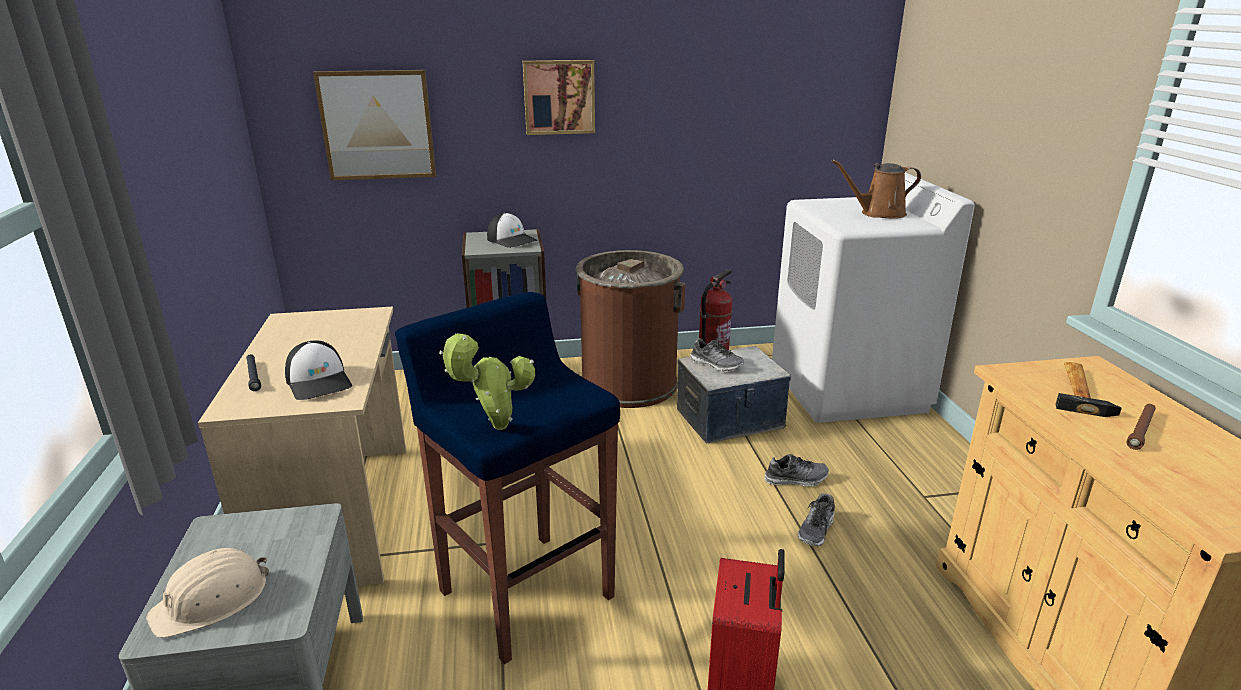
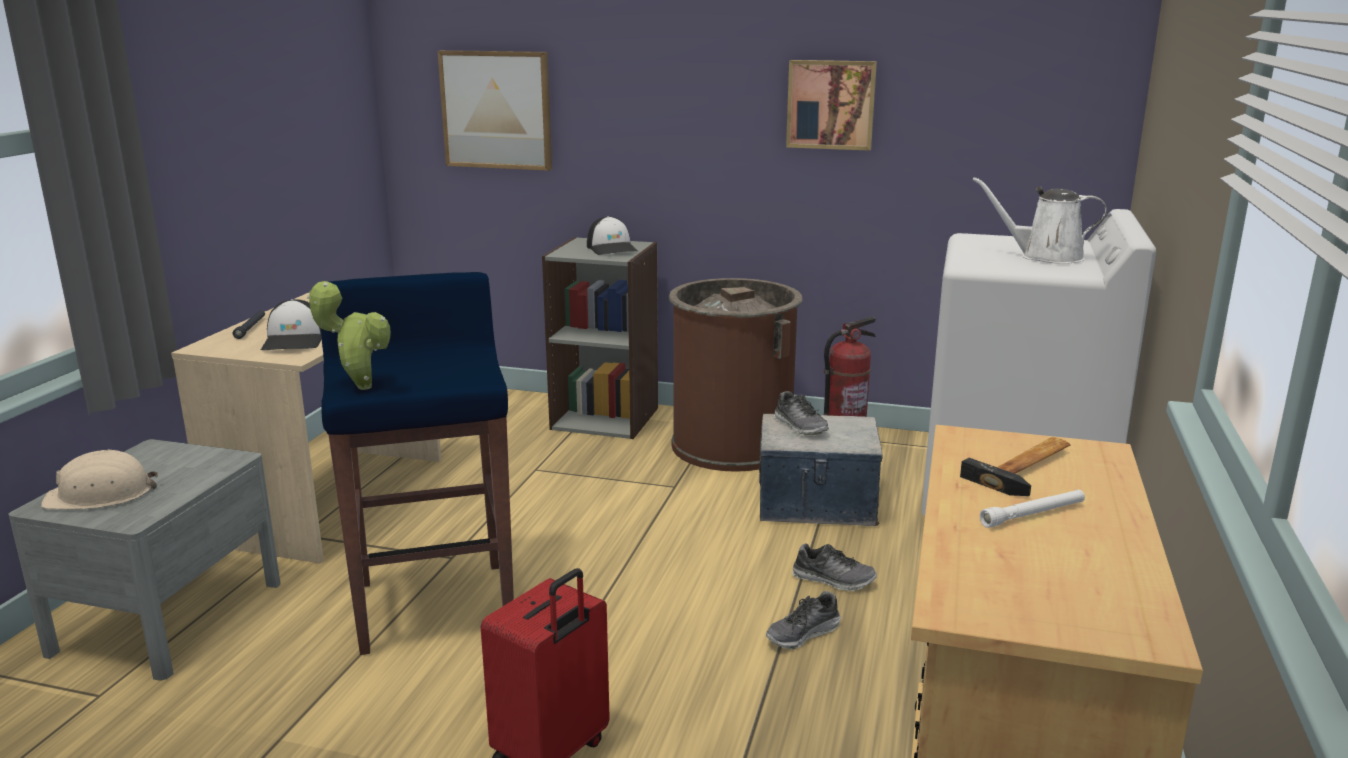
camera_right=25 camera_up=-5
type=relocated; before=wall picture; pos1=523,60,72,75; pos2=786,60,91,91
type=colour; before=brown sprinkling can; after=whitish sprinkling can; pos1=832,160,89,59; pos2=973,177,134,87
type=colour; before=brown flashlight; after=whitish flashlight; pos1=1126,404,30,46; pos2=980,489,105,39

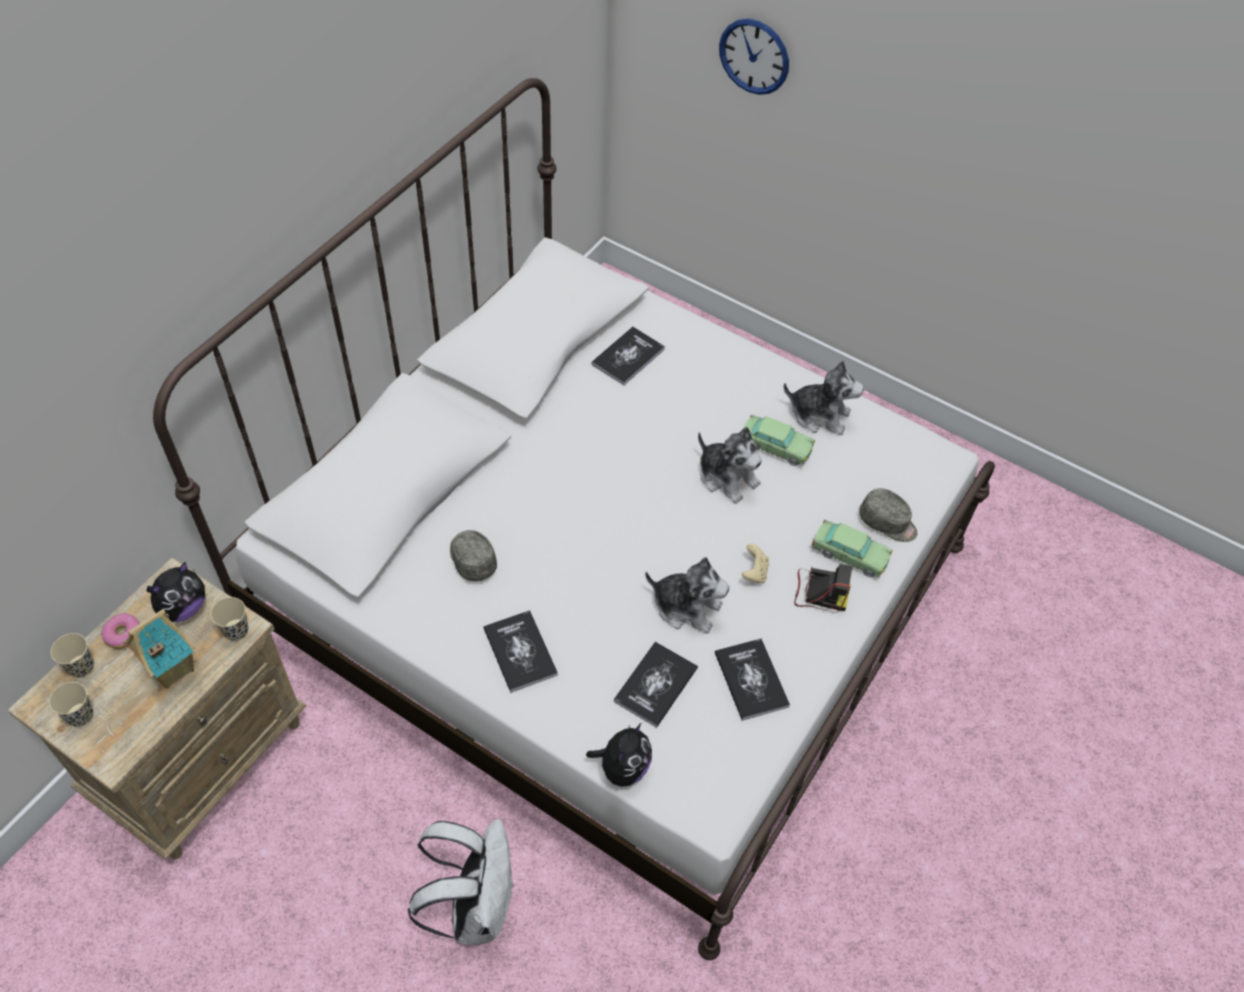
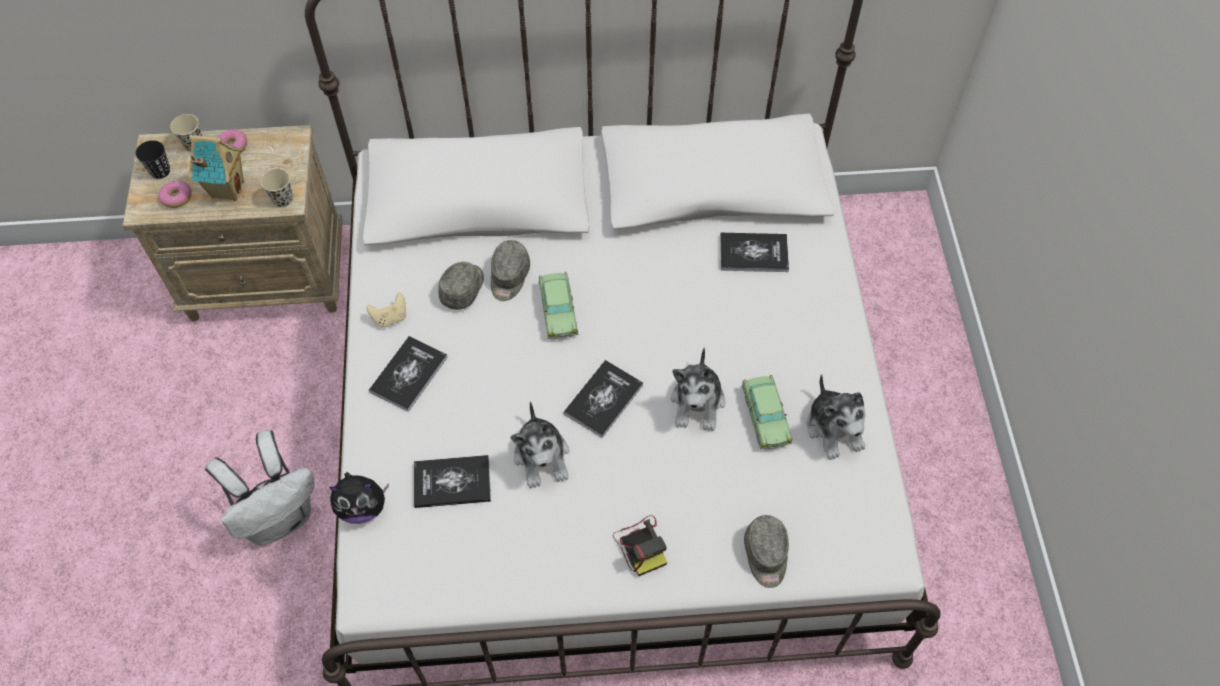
camera_right=55 camera_up=5
type=missing; before=clock on the wall; pos1=719,19,70,76
type=relocated; before=miniature car; pos1=812,520,81,58; pos2=539,272,40,67
type=relocated; before=beige gamepad; pos1=742,544,27,40; pos2=366,293,40,35
type=missing; before=soft toy; pos1=146,562,59,60
type=relocated; before=volume; pos1=715,638,75,83; pos2=564,360,79,78
type=colour; before=beige drinking cup; after=blackish drinking cup; pos1=49,682,45,45; pos2=136,140,34,39
type=appeared; after=donut; pos2=159,180,33,28
type=appeared; after=greyish cap; pos2=491,240,39,61

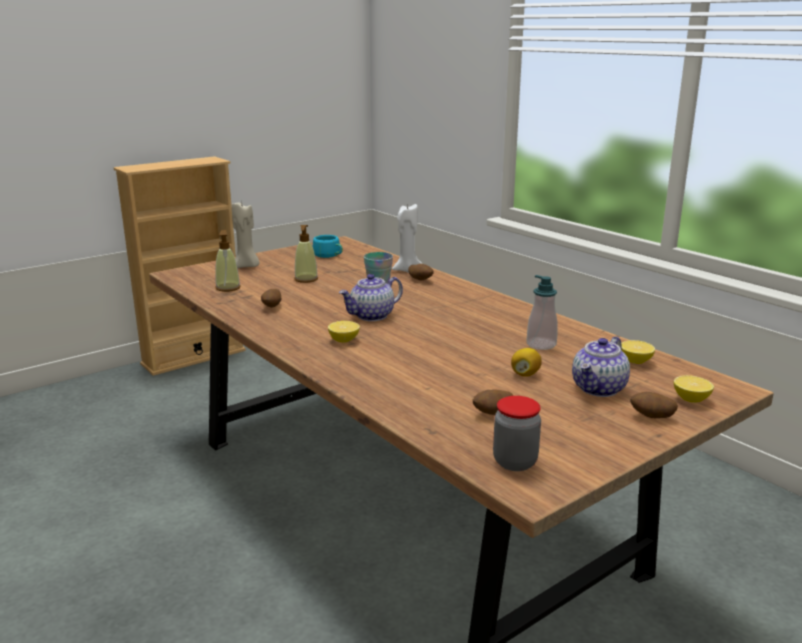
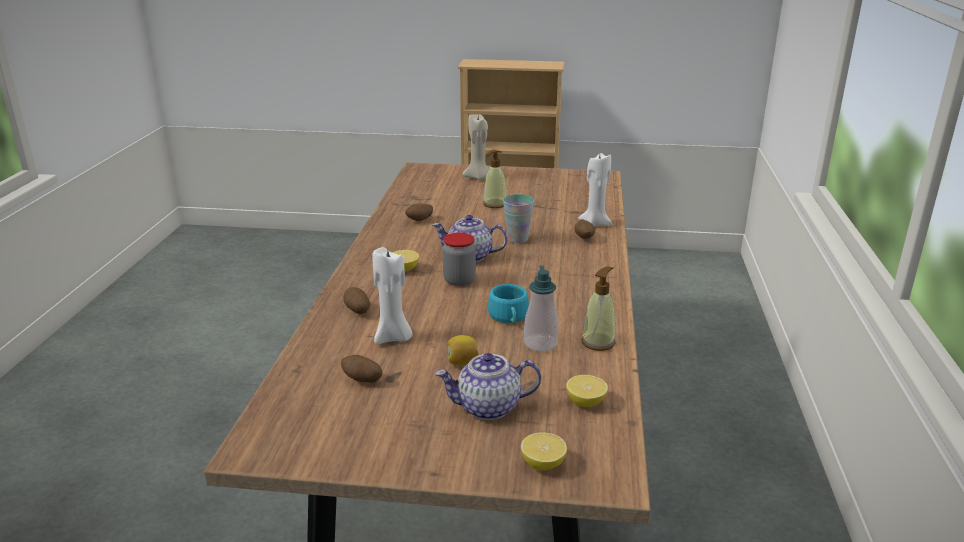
camera_right=45 camera_up=5
type=relocated; before=liquid soap bottle; pos1=215,230,26,62; pos2=581,266,35,85
type=relocated; before=turquoise-coloured drinking cup; pos1=313,235,30,23; pos2=488,284,41,39
type=relocated; before=whole potato; pos1=630,392,48,26; pos2=343,287,27,27
type=relocated; before=storage jar; pos1=493,396,48,75; pos2=443,232,33,54
type=appeared; after=whitish candle; pos2=373,247,39,97

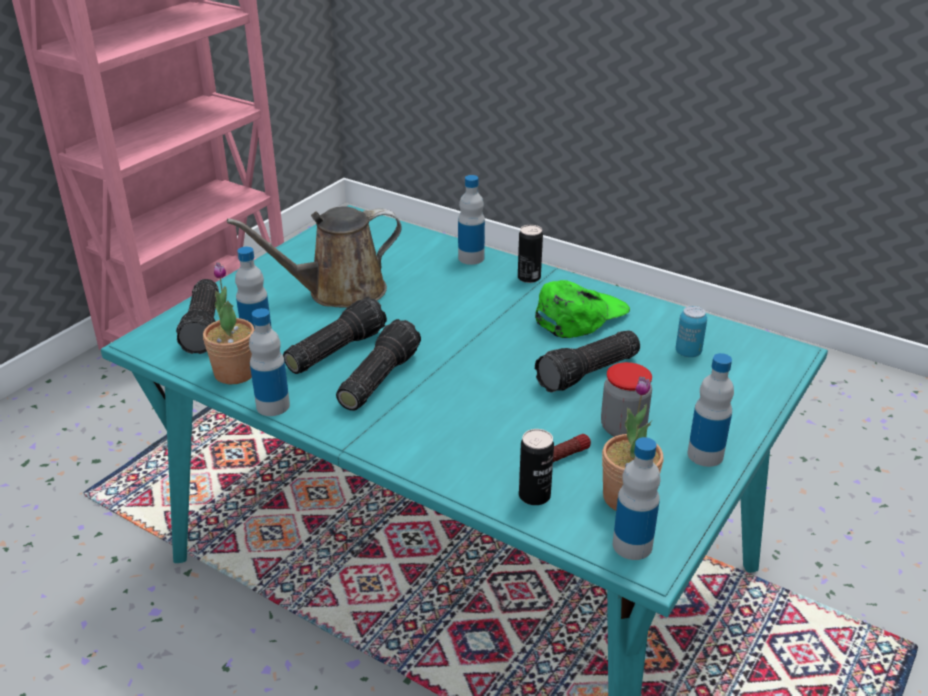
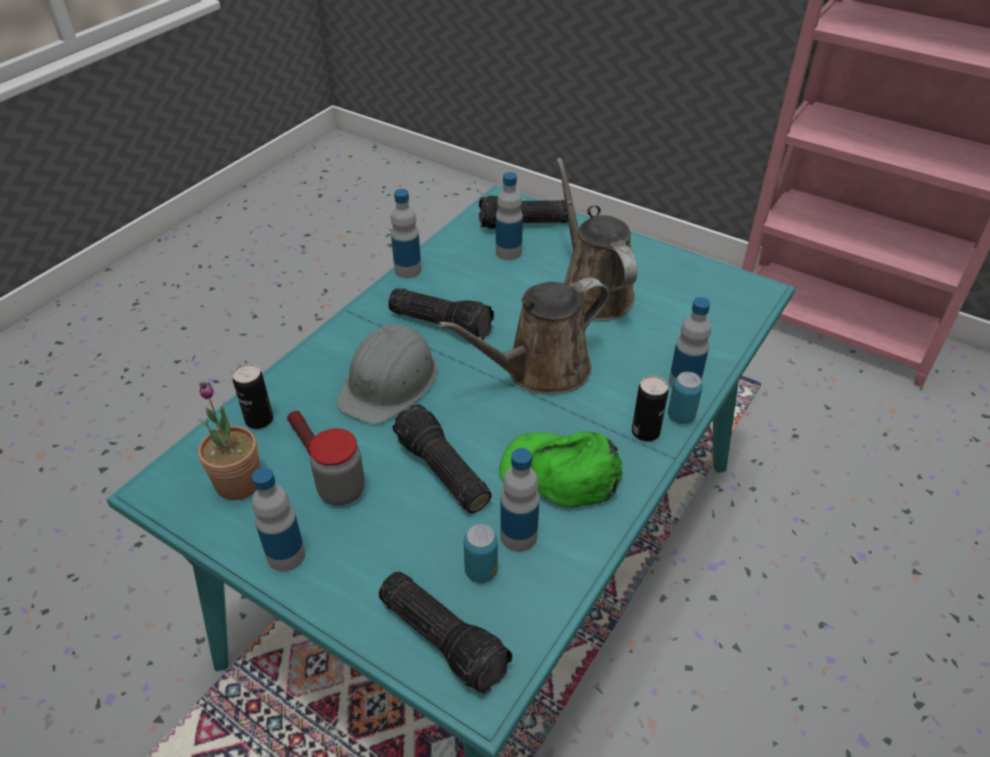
camera_right=90 camera_up=10
type=missing; before=houseplant; pos1=203,262,52,122
type=spun; before=green-coloured cap; pos1=535,280,95,58; pos2=499,431,124,76; turn=150
type=relocated; before=flashlight; pos1=283,297,104,77; pos2=379,572,134,122
type=relocated; before=drink bottle; pos1=613,437,47,123; pos2=500,448,40,104
type=appeared; after=brown sprinkling can; pos2=438,278,171,116
type=appeared; after=greyish hard hat; pos2=336,325,101,99
type=appeared; after=sealed can; pos2=668,372,35,52

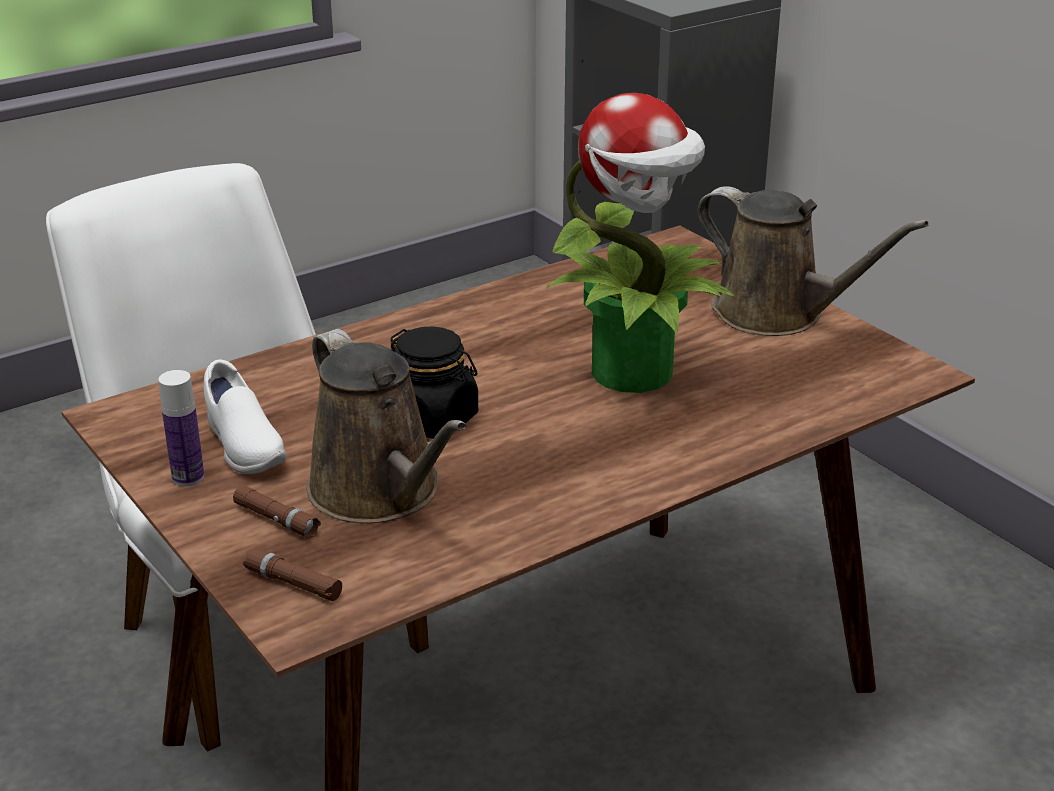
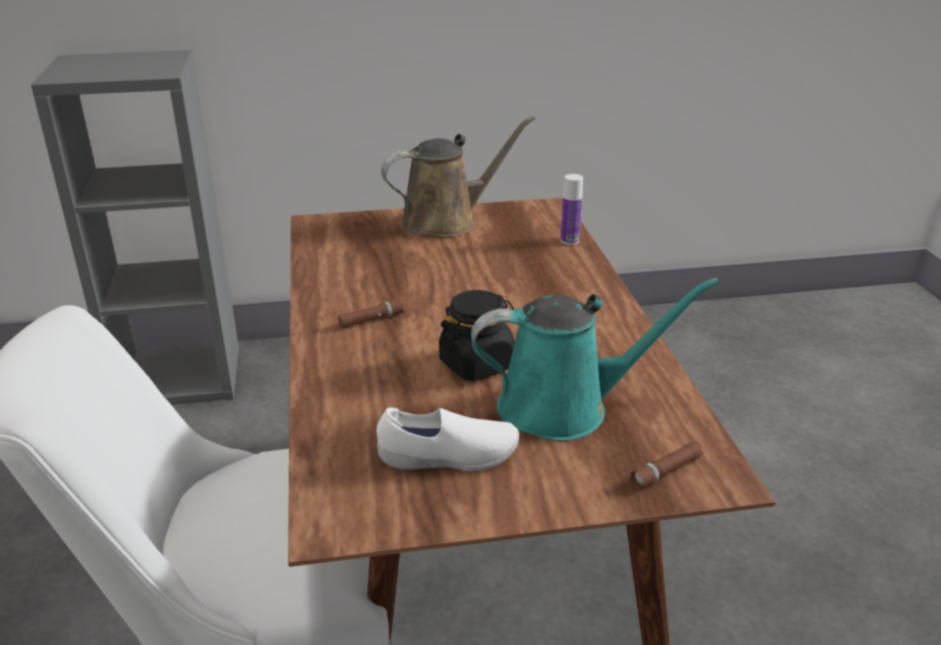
camera_right=-65 camera_up=0
type=missing; before=houseplant; pos1=546,93,188,300
type=colour; before=brown sprinkling can; after=turquoise-coloured sprinkling can; pos1=307,329,160,195; pos2=471,278,248,163
type=relocated; before=drink bottle; pos1=158,370,46,116; pos2=561,174,22,71
type=relocated; before=brown flashlight; pos1=233,485,88,54; pos2=337,299,67,29

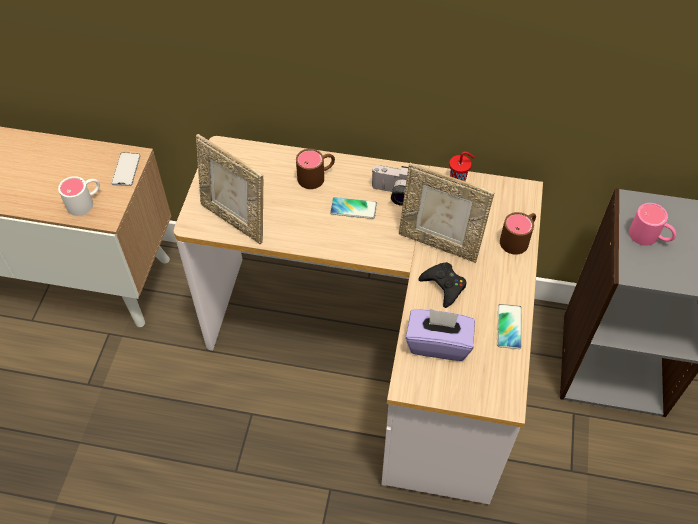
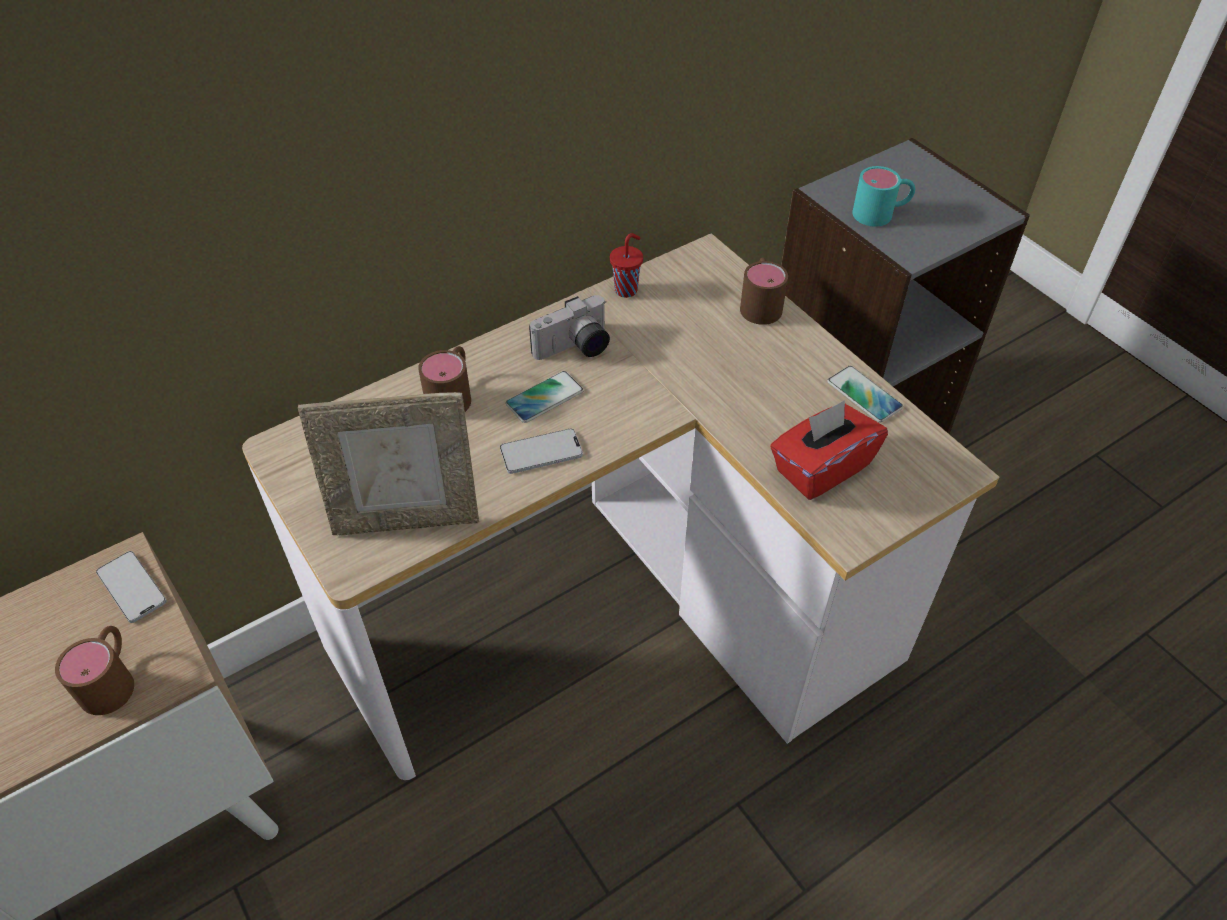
camera_right=-45 camera_up=-5
type=missing; before=standing frame; pos1=399,163,95,100
type=colour; before=whitish mug; after=brown mug; pos1=58,176,42,40; pos2=55,626,79,89
type=colour; before=pinkish mug; after=turquoise-coloured mug; pos1=629,203,47,43; pos2=852,166,63,61
type=missing; before=blackish gamepad; pos1=418,262,49,46
type=colour; before=purple tissue box; after=red-coloured tissue box; pos1=406,309,69,52; pos2=770,400,118,100
type=appeared; after=phone; pos2=500,428,83,46

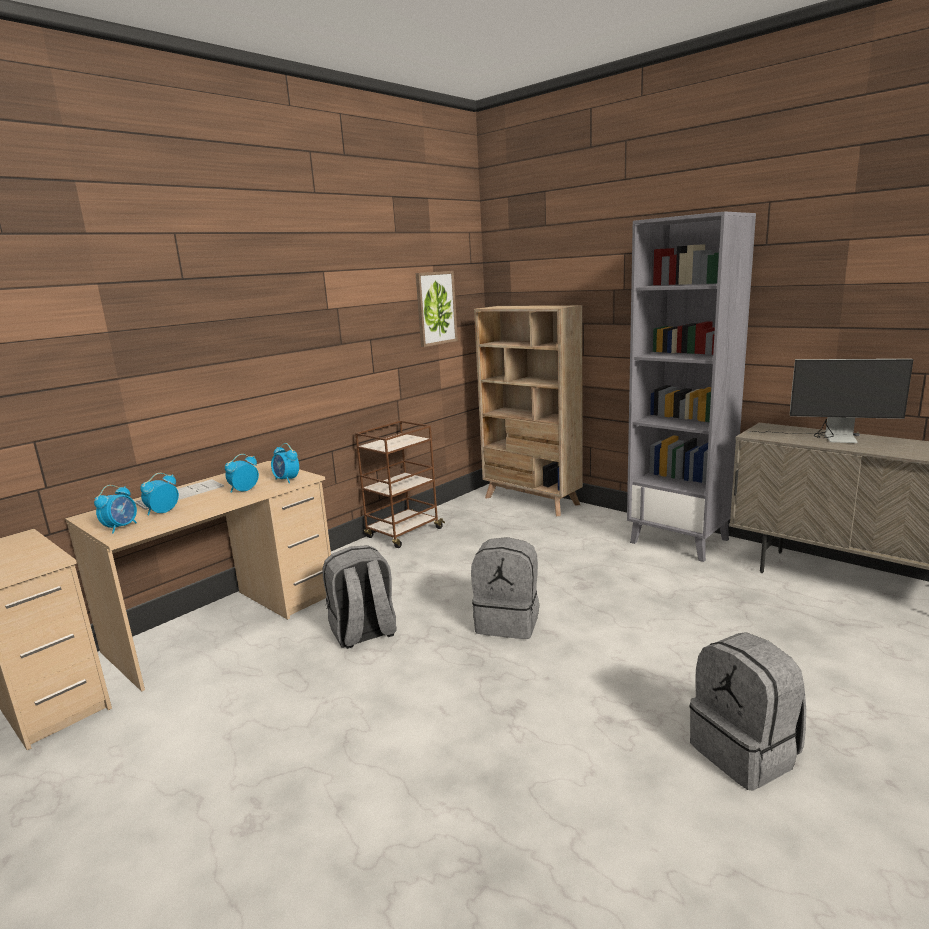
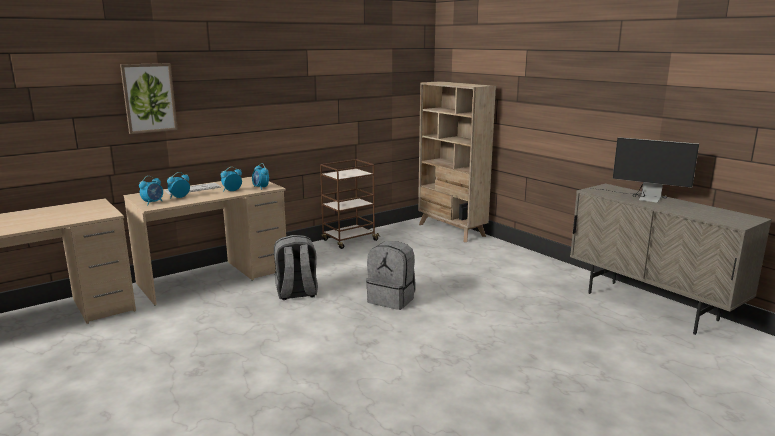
camera_right=10 camera_up=0
type=missing; before=greyish bookshelf; pos1=627,211,129,351
type=relocated; before=wall picture; pos1=416,271,42,76; pos2=120,63,58,71
type=missing; before=greyish rucksack; pos1=690,632,116,159

